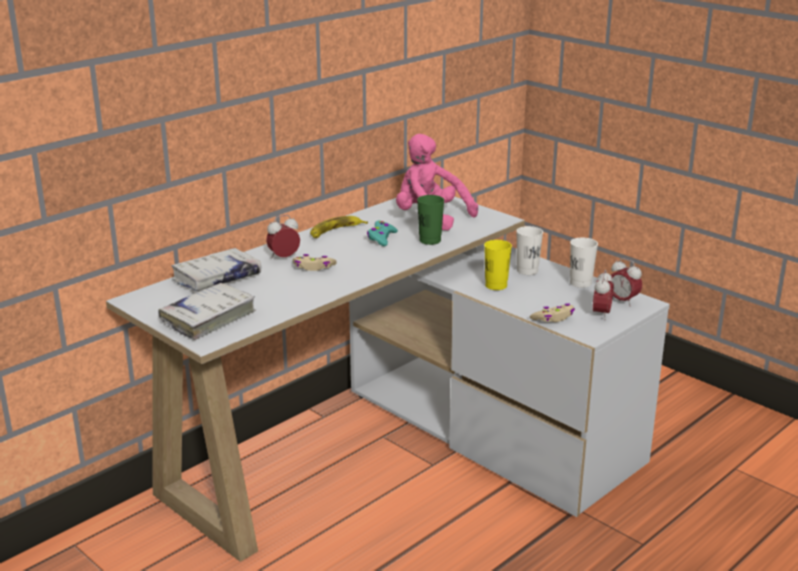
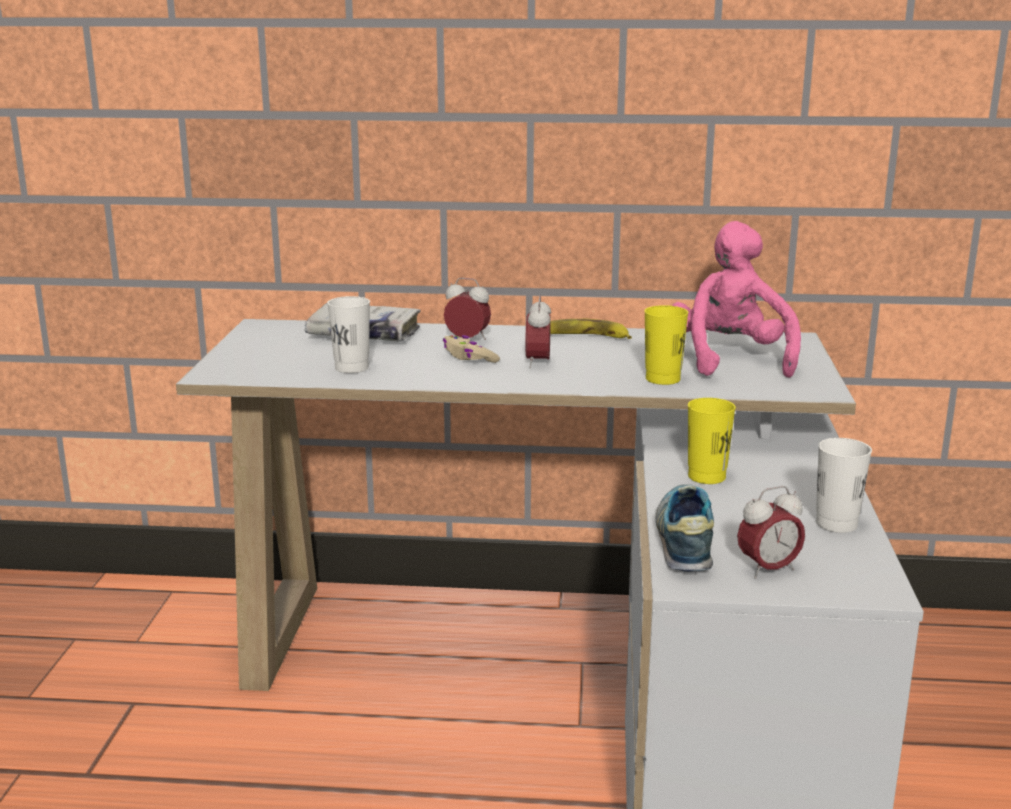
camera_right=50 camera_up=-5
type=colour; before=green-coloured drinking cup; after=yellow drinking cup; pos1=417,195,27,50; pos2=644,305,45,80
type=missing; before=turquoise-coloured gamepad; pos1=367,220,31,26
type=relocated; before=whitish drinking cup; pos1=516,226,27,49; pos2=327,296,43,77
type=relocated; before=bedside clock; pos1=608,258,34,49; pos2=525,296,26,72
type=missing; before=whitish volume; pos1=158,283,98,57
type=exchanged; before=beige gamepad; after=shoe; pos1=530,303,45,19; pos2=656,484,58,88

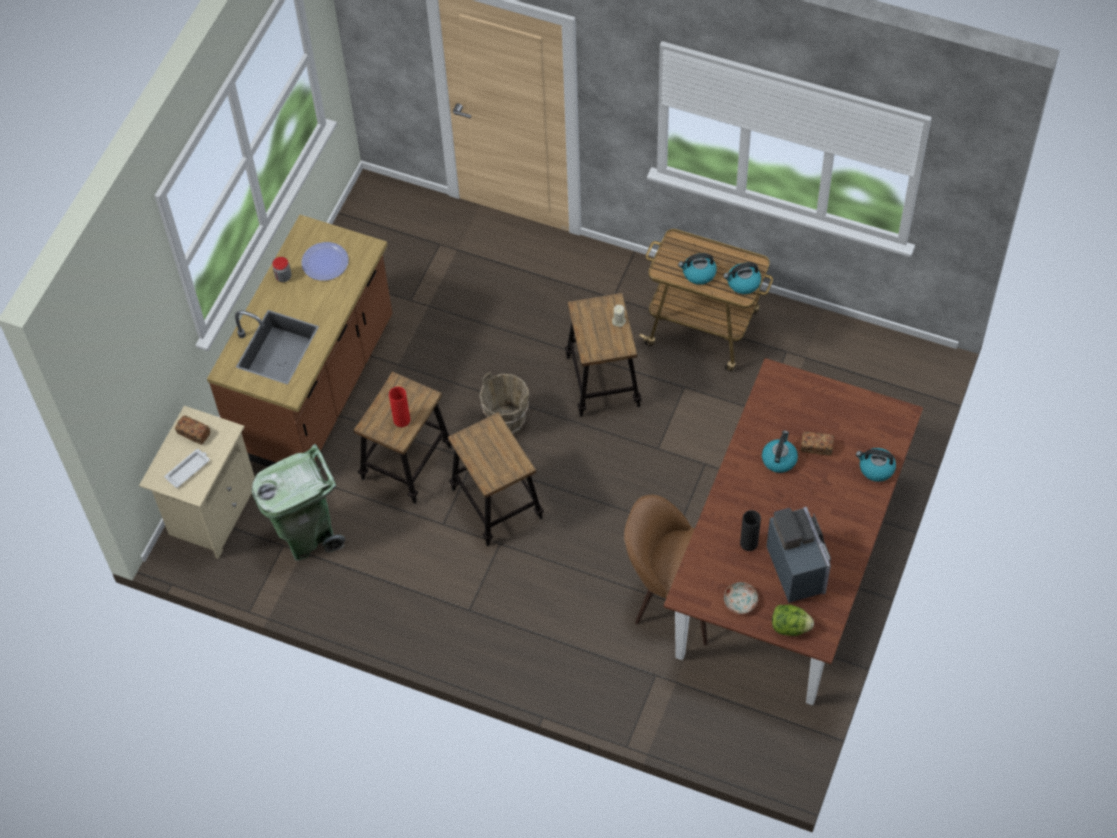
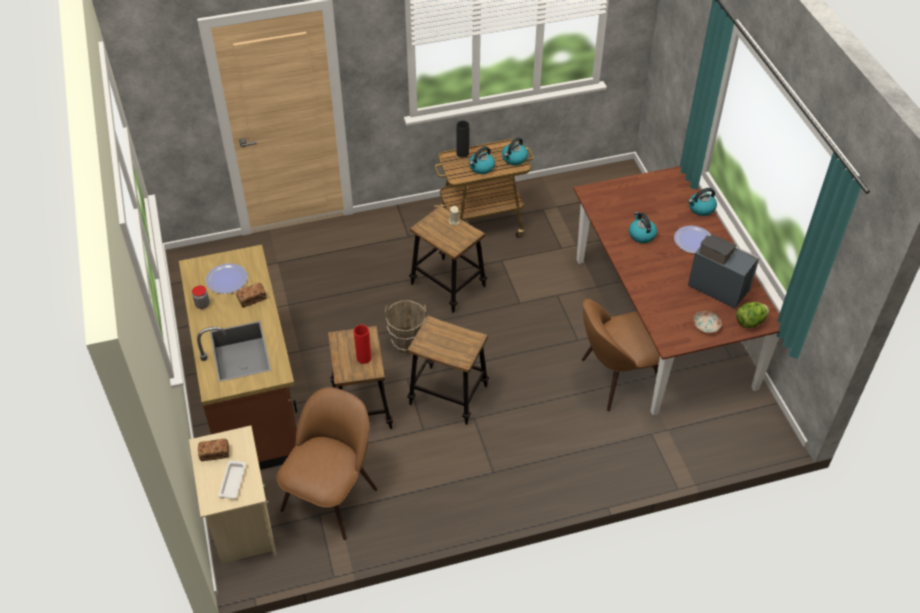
camera_right=-40 camera_up=-10
type=relocated; before=baked bread; pos1=801,432,33,23; pos2=236,283,30,25
type=exchanged; before=green-coloured rubbish bin; after=brown chair; pos1=252,444,93,117; pos2=277,387,101,153
type=relocated; before=blackish vase; pos1=740,510,21,41; pos2=456,121,13,37
type=appeared; after=flat dish; pos2=674,226,37,27

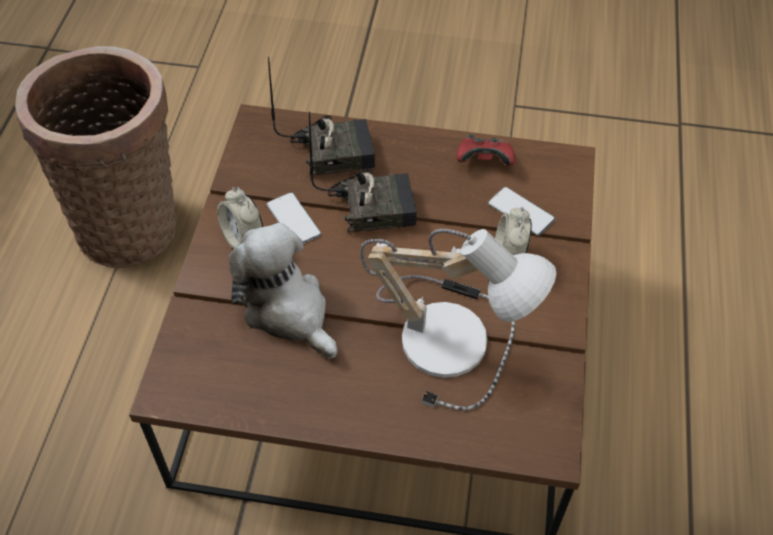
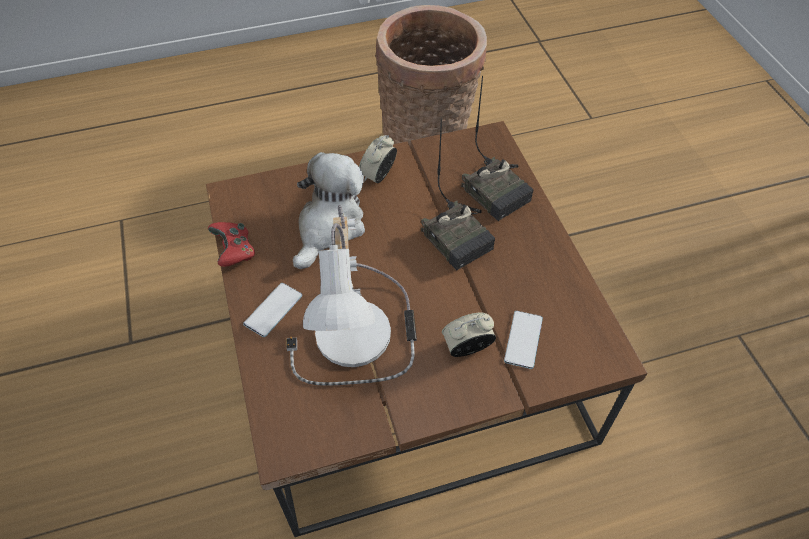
camera_right=65 camera_up=0
type=relocated; before=red-coloured gamepad; pos1=456,134,59,32; pos2=208,222,47,45
type=relocated; before=phone; pos1=266,192,55,51; pos2=243,283,59,54

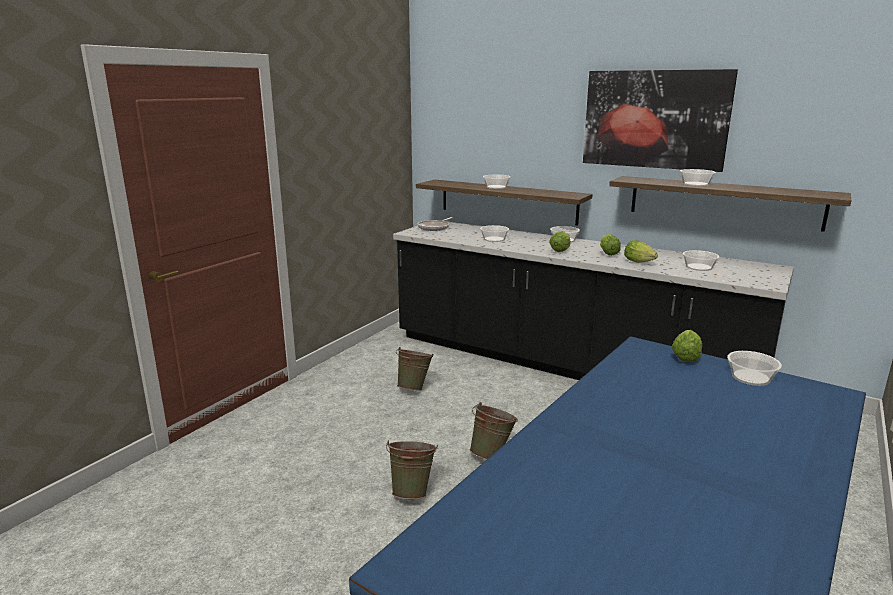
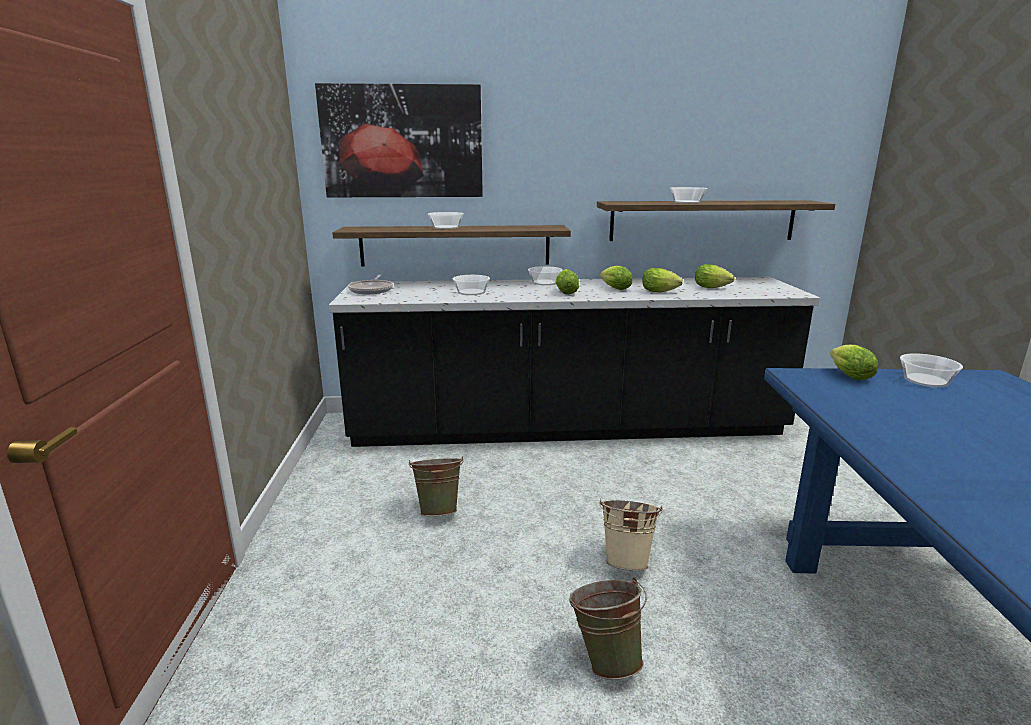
camera_right=-35 camera_up=0
type=relocated; before=wall picture; pos1=583,69,155,103; pos2=315,83,168,114
type=exchanged; before=serving bowl; after=lettuce head; pos1=683,250,37,21; pos2=695,264,40,24
type=colour; before=green-coloured pail; after=beige pail; pos1=470,402,48,57; pos2=599,499,64,72

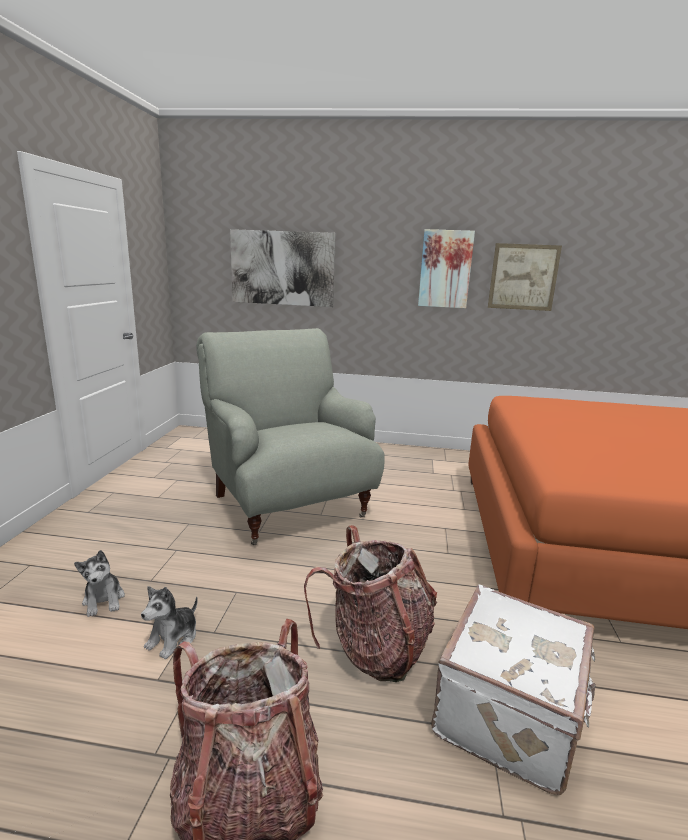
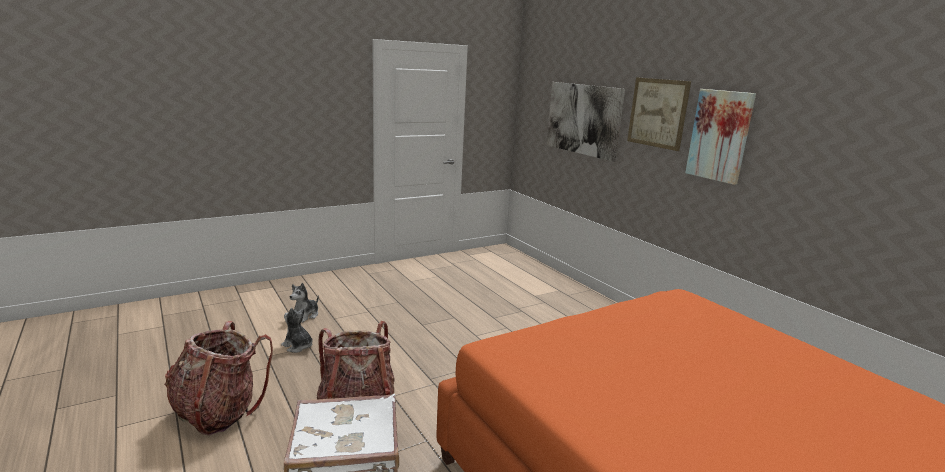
camera_right=50 camera_up=0
type=relocated; before=wall picture; pos1=488,243,74,68; pos2=627,77,64,74
type=missing; before=greyish easy chair; pos1=196,328,189,217
type=spun; before=soft toy; pos1=141,586,57,73; pos2=281,308,32,45; turn=45

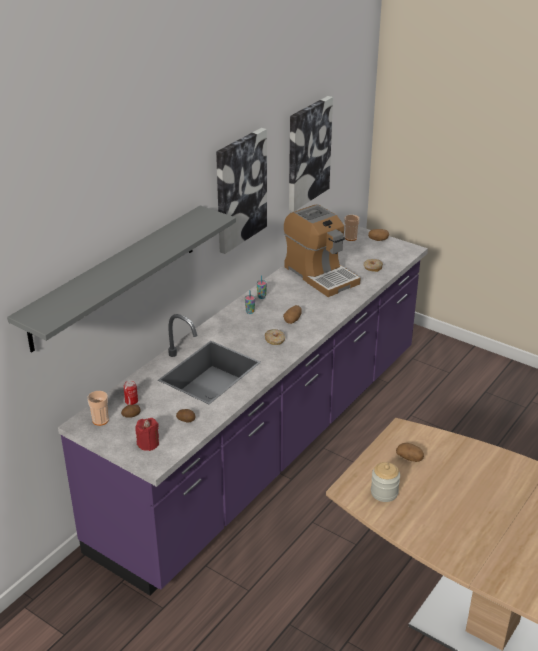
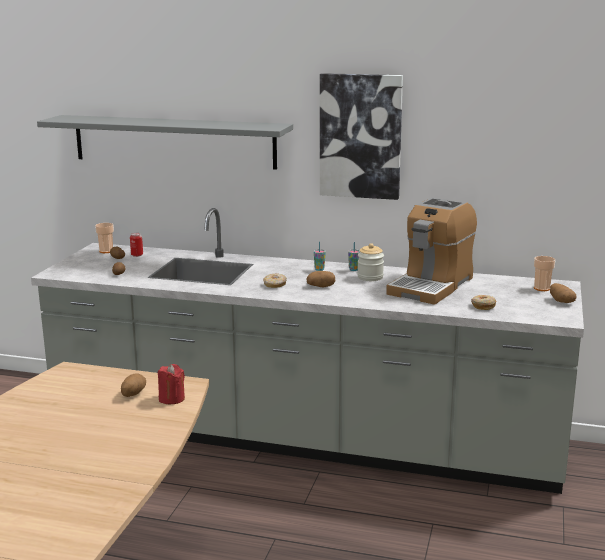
camera_right=70 camera_up=-15
type=missing; before=wall picture; pos1=289,96,44,116
type=colour; before=purple kitchen base unit; after=greyish kitchen base unit; pos1=58,222,370,373; pos2=31,208,553,286
type=relocated; before=red-coloured candle; pos1=135,418,24,33; pos2=158,364,27,40
type=relocated; before=storage jar; pos1=371,462,29,40; pos2=358,243,26,38

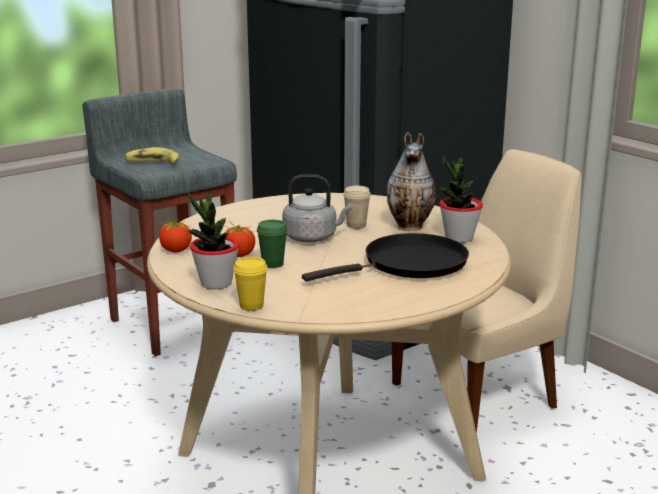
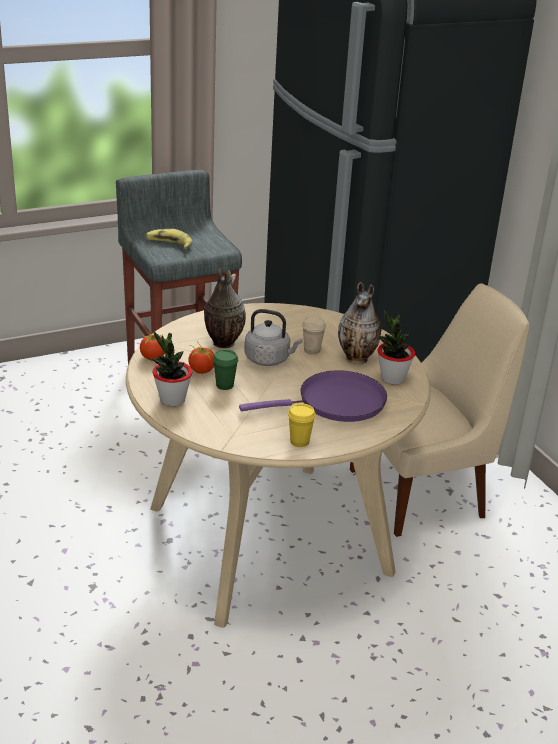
camera_right=10 camera_up=10
type=colour; before=blackish skillet; after=purple skillet; pos1=302,233,167,49; pos2=239,370,148,52
type=relocated; before=yellow drinking cup; pos1=233,257,35,54; pos2=288,403,28,44
type=appeared; after=vase; pos2=204,268,42,80

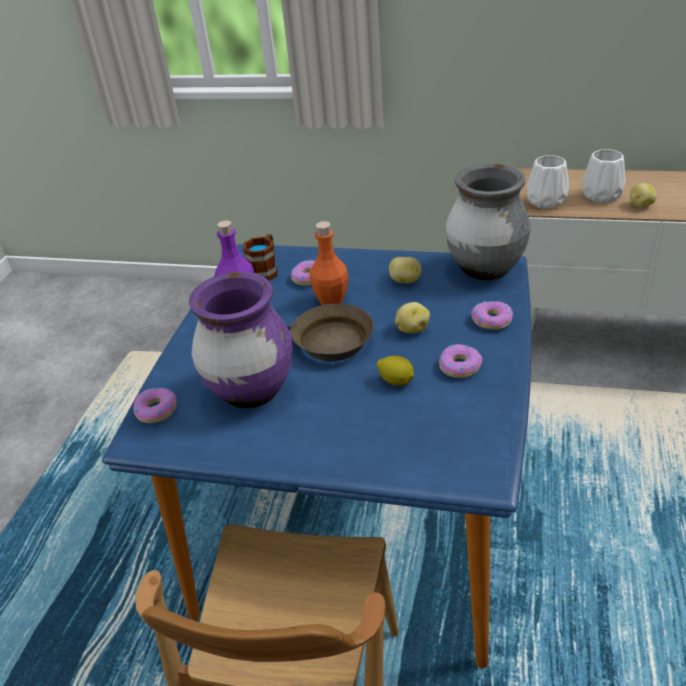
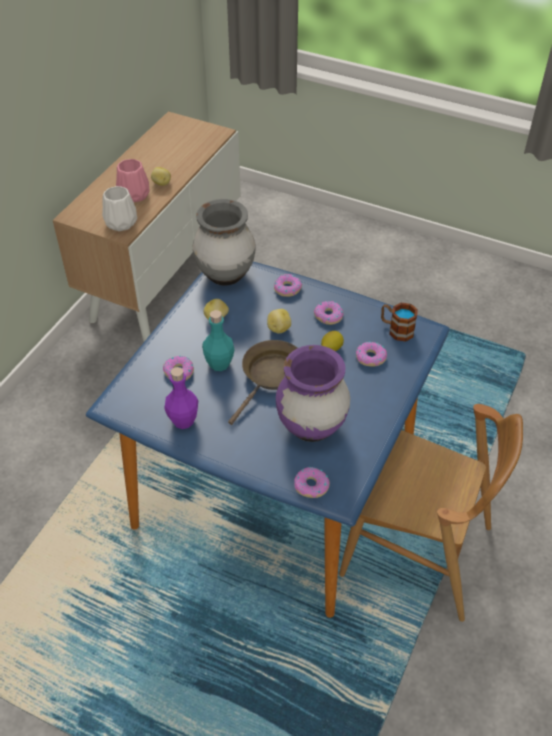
camera_right=-80 camera_up=10
type=colour; before=whitish vase; after=pinkish vase; pos1=582,149,44,54; pos2=116,159,34,43
type=colour; before=orange drink bottle; after=turquoise-coloured drink bottle; pos1=309,221,39,84; pos2=202,310,33,61
type=relocated; before=mug; pos1=243,234,34,47; pos2=381,303,37,38
type=appeared; after=donut; pos2=356,341,31,26

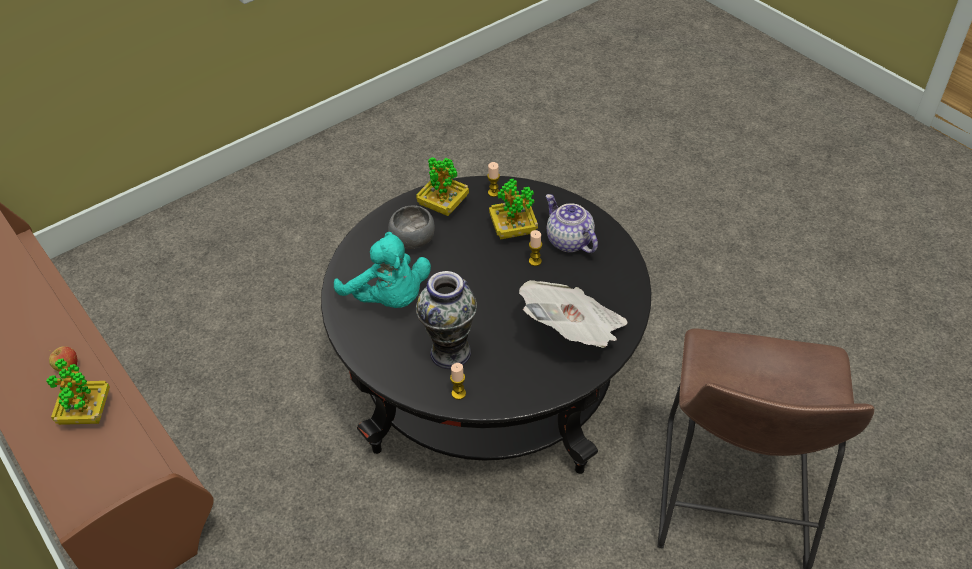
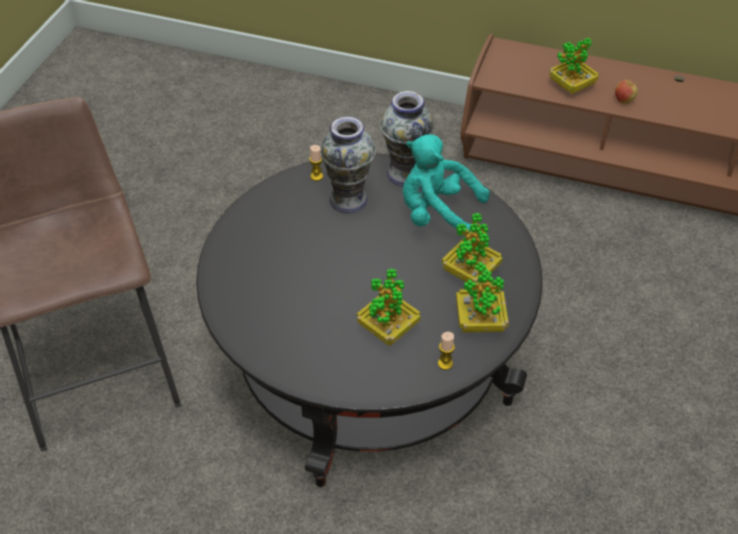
camera_right=145 camera_up=0
type=missing; before=pot for tea; pos1=546,194,52,59
type=exchanged; before=greyish serving bowl; after=houseplant; pos1=388,206,47,43; pos2=442,213,60,69
type=missing; before=candle; pos1=529,230,13,36
type=missing; before=newspaper; pos1=519,280,109,68
type=appeared; after=vase; pos2=380,91,54,96

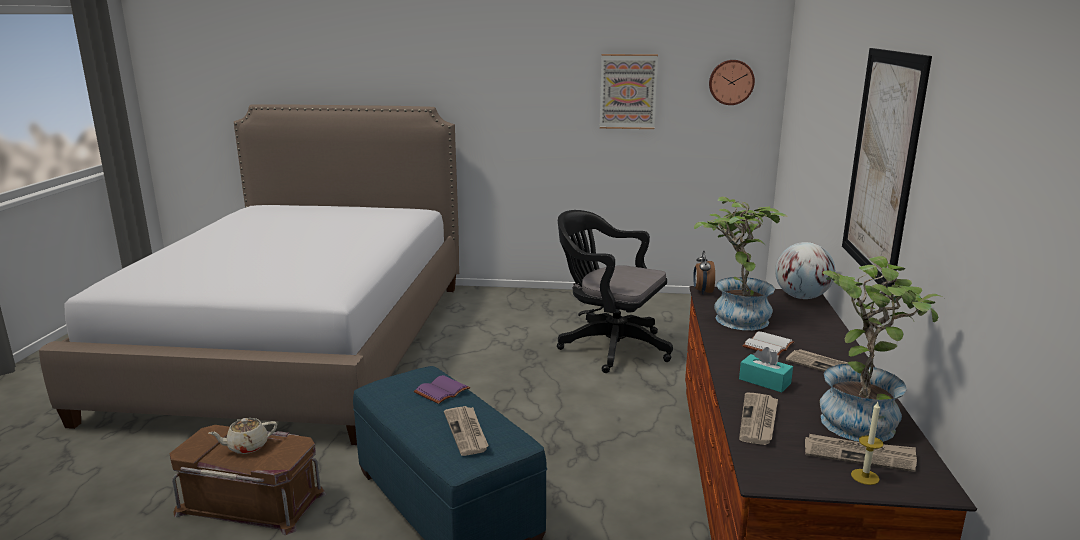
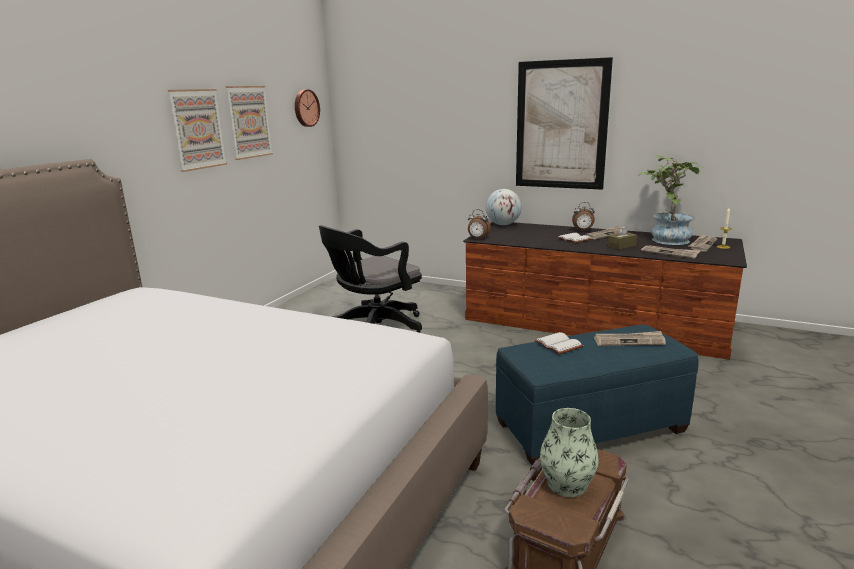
camera_right=-70 camera_up=0
type=missing; before=houseplant; pos1=694,196,93,134
type=colour; before=turquoise-coloured tissue box; after=brown tissue box; pos1=739,347,54,46; pos2=608,225,29,25
type=colour; before=purple volume; after=whitish volume; pos1=414,375,56,29; pos2=534,332,50,22
type=exchanged; before=beige pot for tea; after=vase; pos1=209,418,68,36; pos2=540,408,59,89
type=appeared; after=wall picture; pos2=168,89,59,83
type=appeared; after=bedside clock; pos2=572,202,23,29

